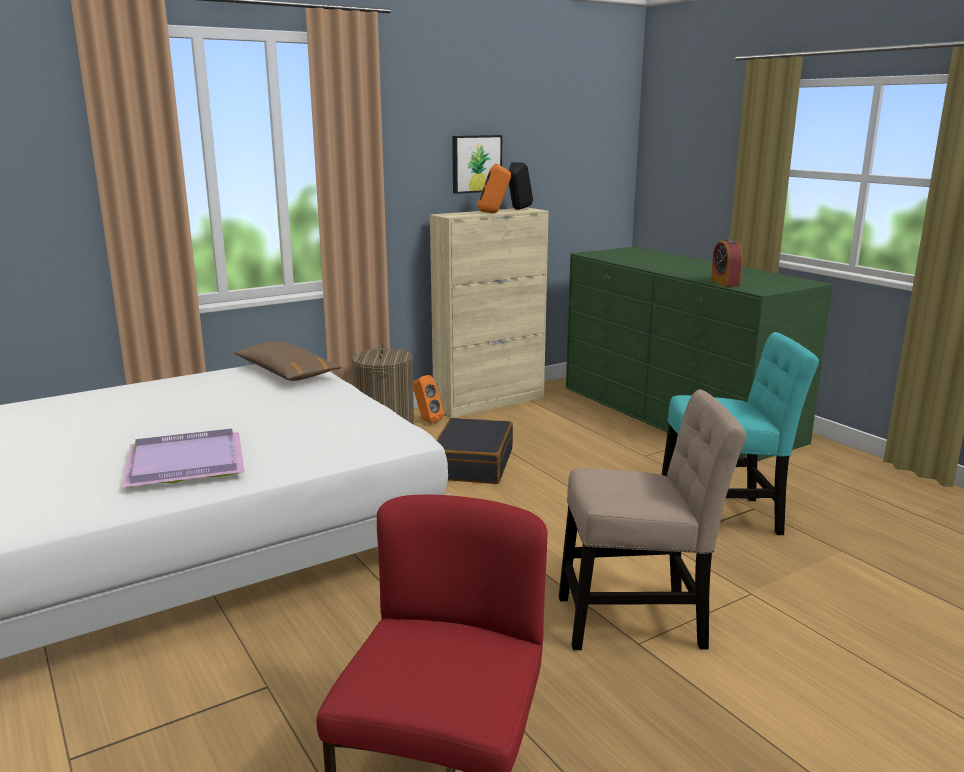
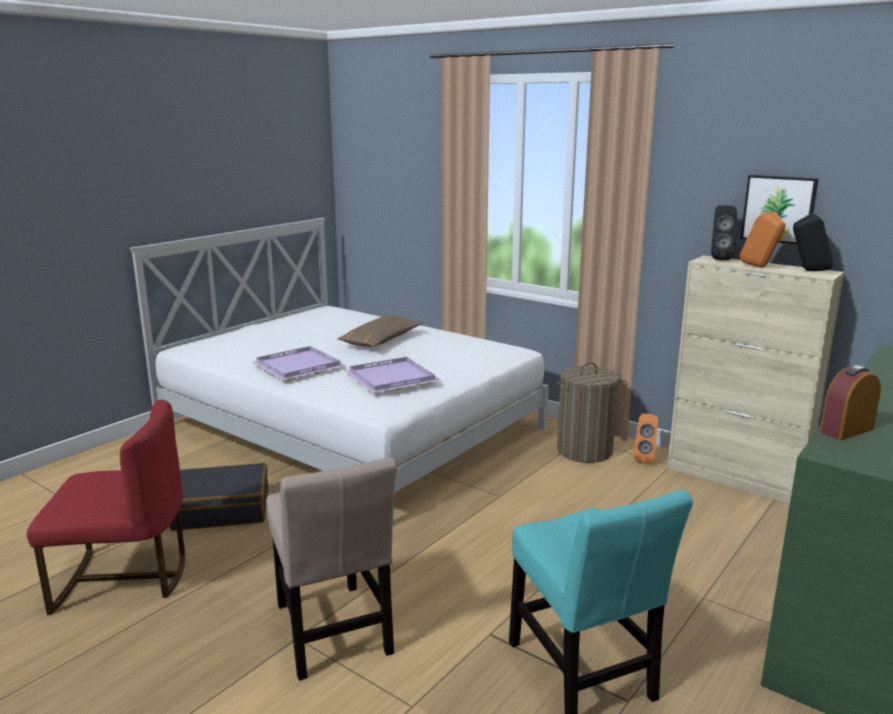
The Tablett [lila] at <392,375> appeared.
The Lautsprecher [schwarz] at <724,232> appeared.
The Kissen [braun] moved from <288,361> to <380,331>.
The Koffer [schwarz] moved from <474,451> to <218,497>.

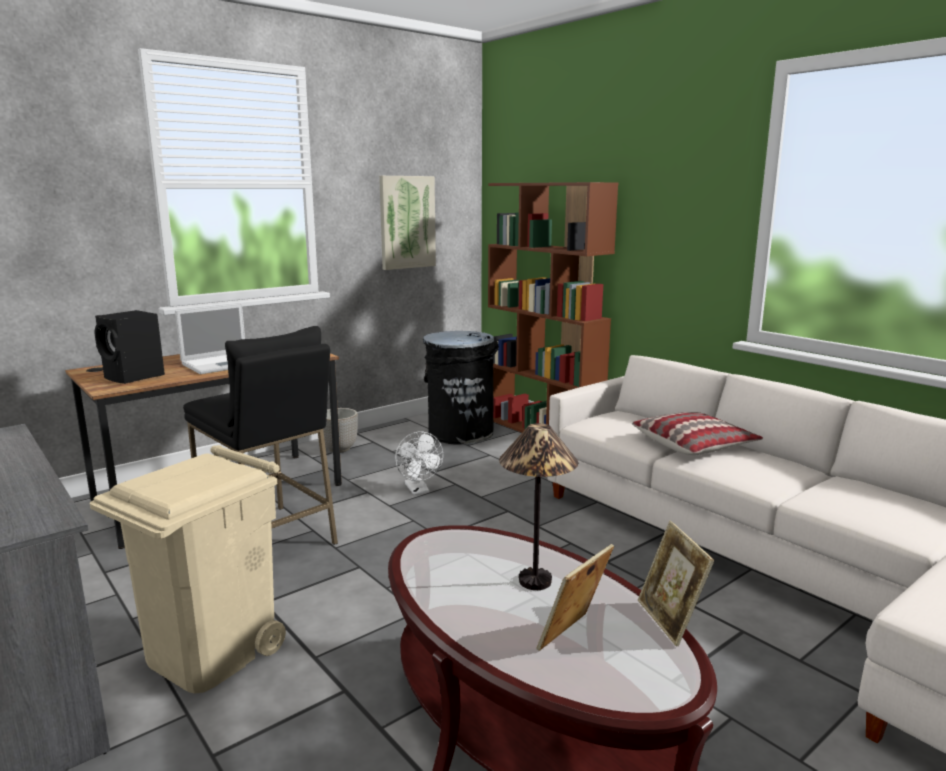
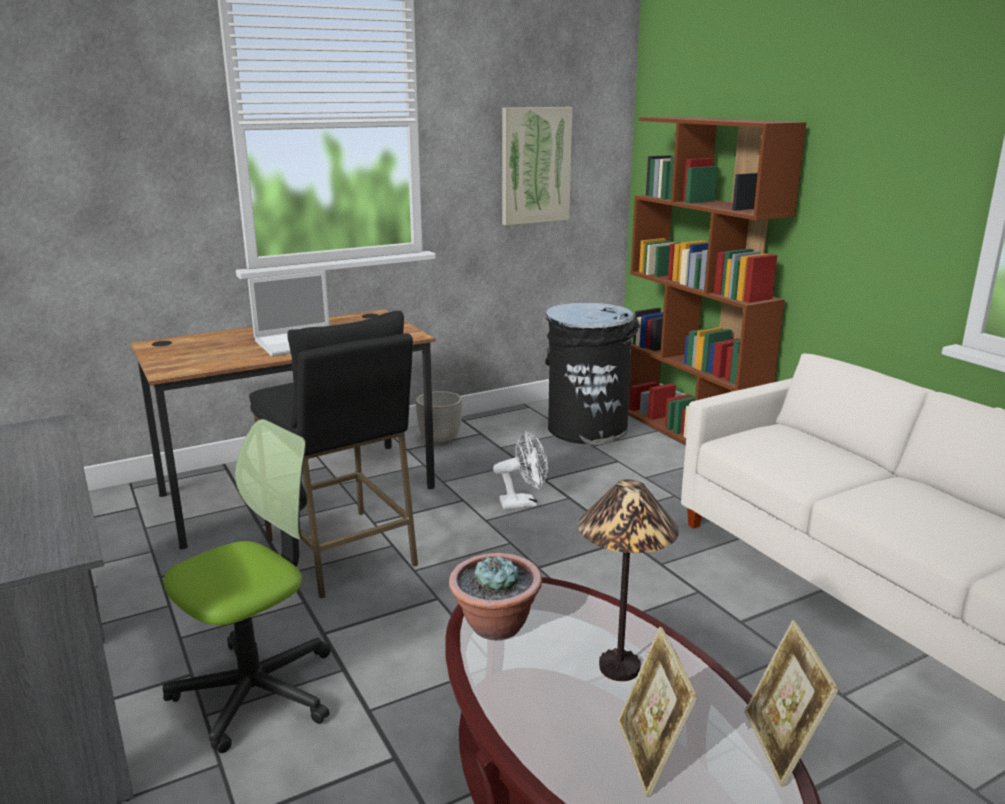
The Lautsprecher [schwarz] at <129,347> disappeared.
The Kissen at <697,433> disappeared.
The Topfpflanze at <495,596> appeared.
The Mülleimer [beige] at <188,569> was replaced by the Bürostuhl at <247,586>.
The Ventilator [weiß] at <419,463> turned 90 degrees counterclockwise.
The Bilderrahmen at <575,597> turned 60 degrees counterclockwise.

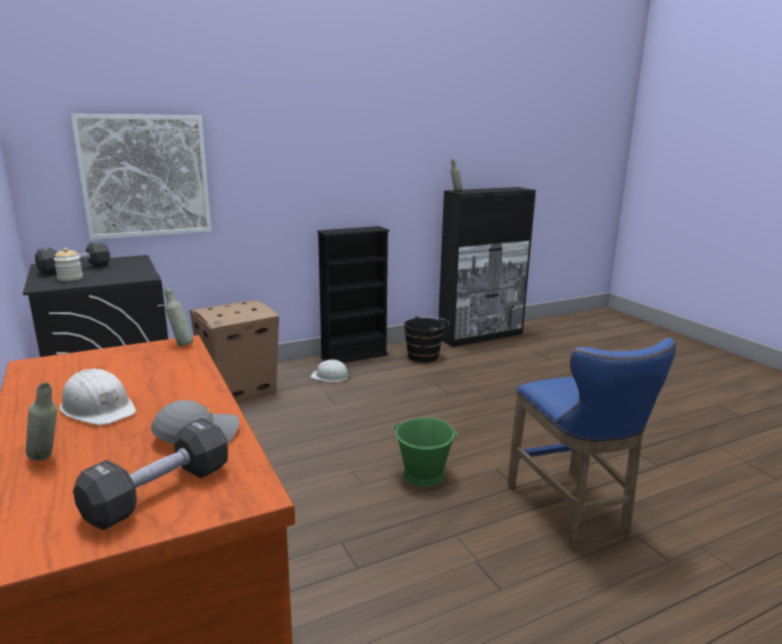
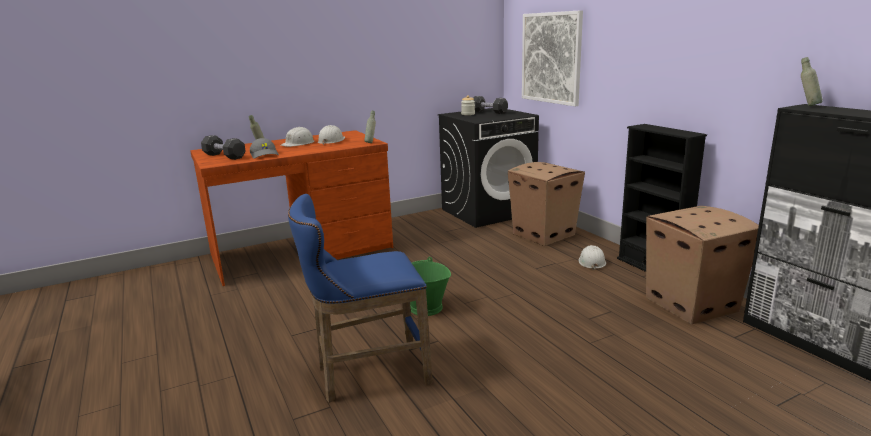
The Schutzhelm [weiß] at <331,135> appeared.
The Eimer [schwarz] at <426,339> was replaced by the Karton at <702,265>.

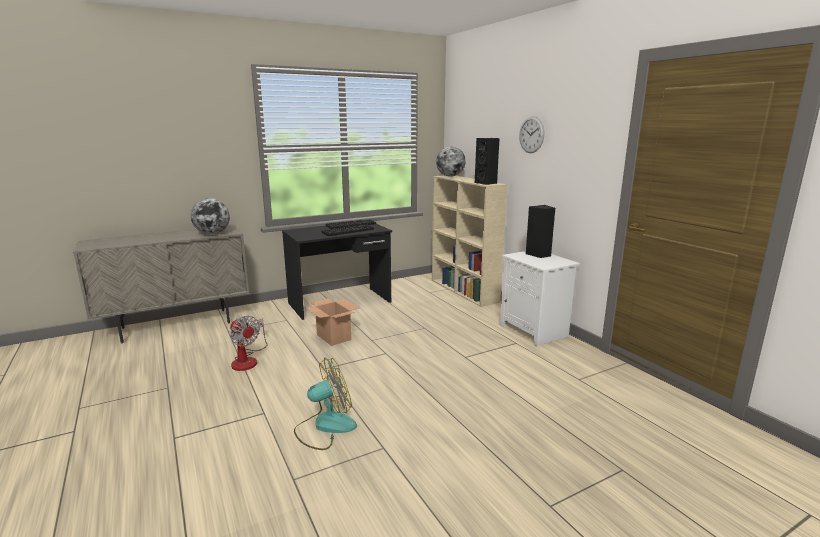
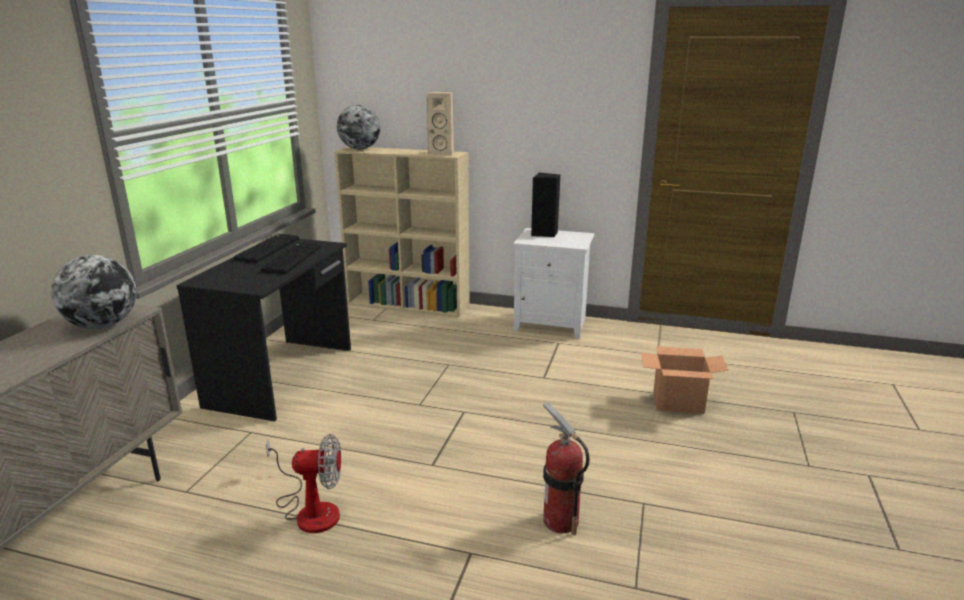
The Wanduhr at <531,134> disappeared.
The Karton moved from <332,322> to <685,380>.
The Ventilator at <325,403> was replaced by the Feuerlöscher at <566,469>.
The Lautsprecher [schwarz] at <487,161> became the Lautsprecher [beige] at <440,123>.

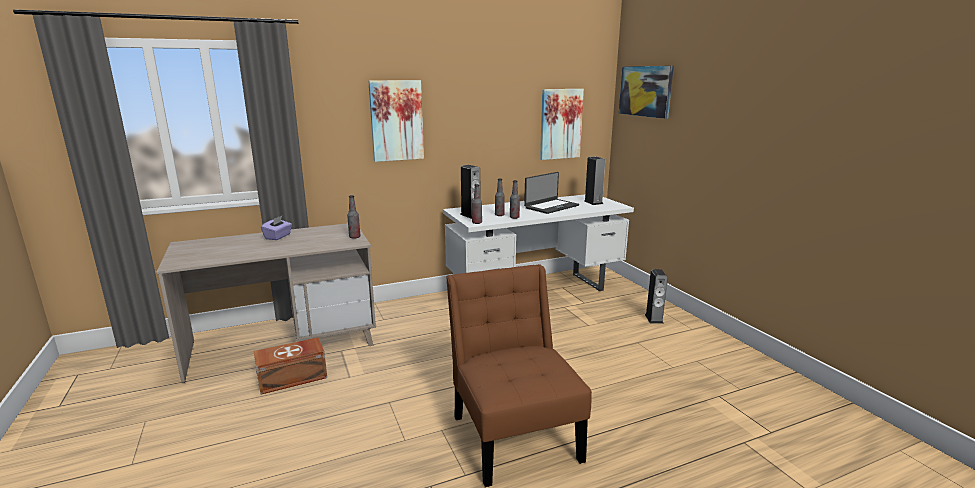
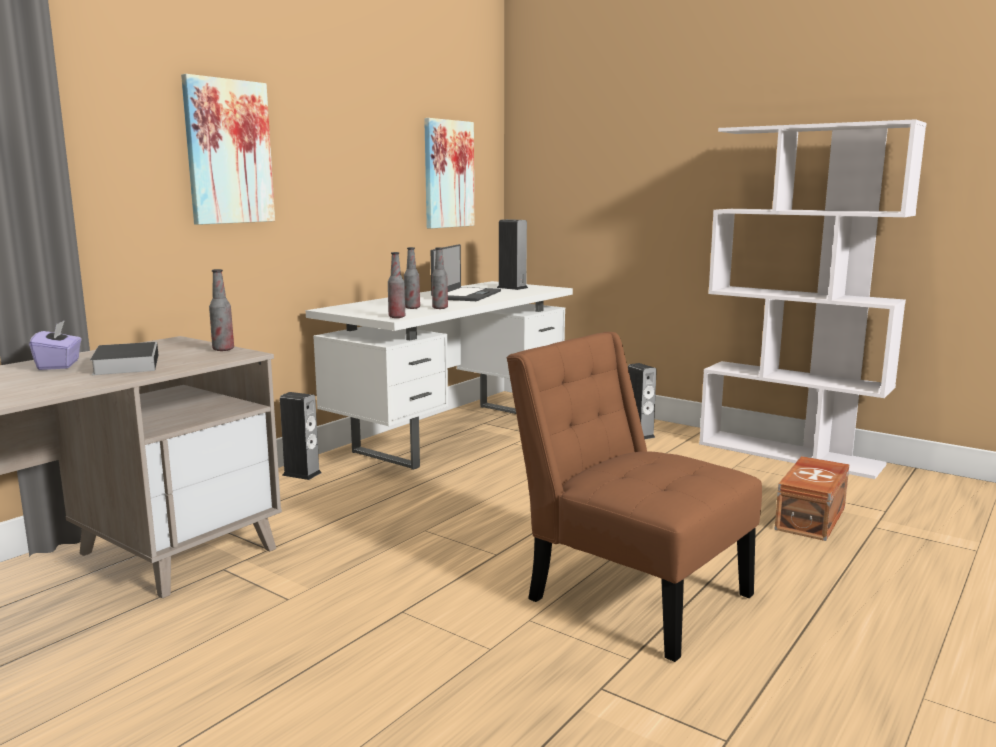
The Bild at <646,92> disappeared.
The Buch at <124,358> appeared.
The Bücherregal [weiß] at <813,299> appeared.
The Aufbewahrungsbox [braun] moved from <290,366> to <812,498>.
The Lautsprecher moved from <470,192> to <301,436>.

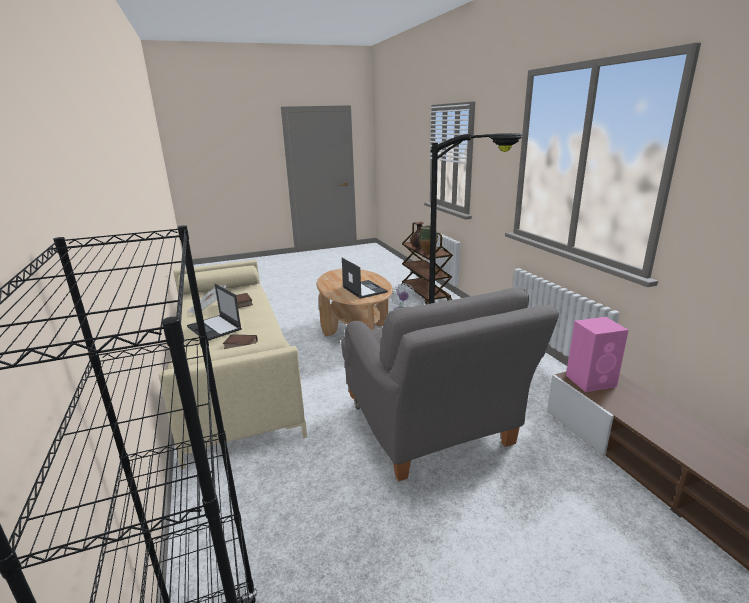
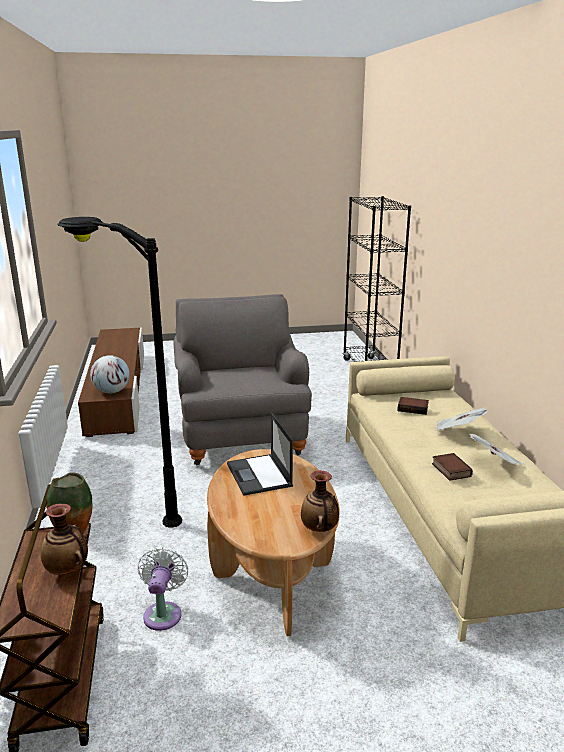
The Vase at <320,501> appeared.
The Laptop at <214,312> was replaced by the Zeitung at <461,419>.
The Lautsprecher [rosa] at <597,354> was replaced by the Globus at <110,374>.

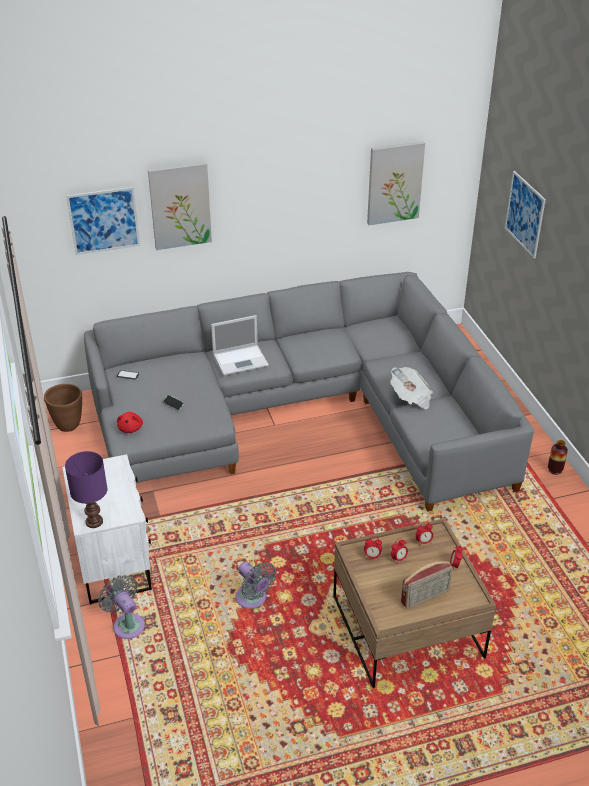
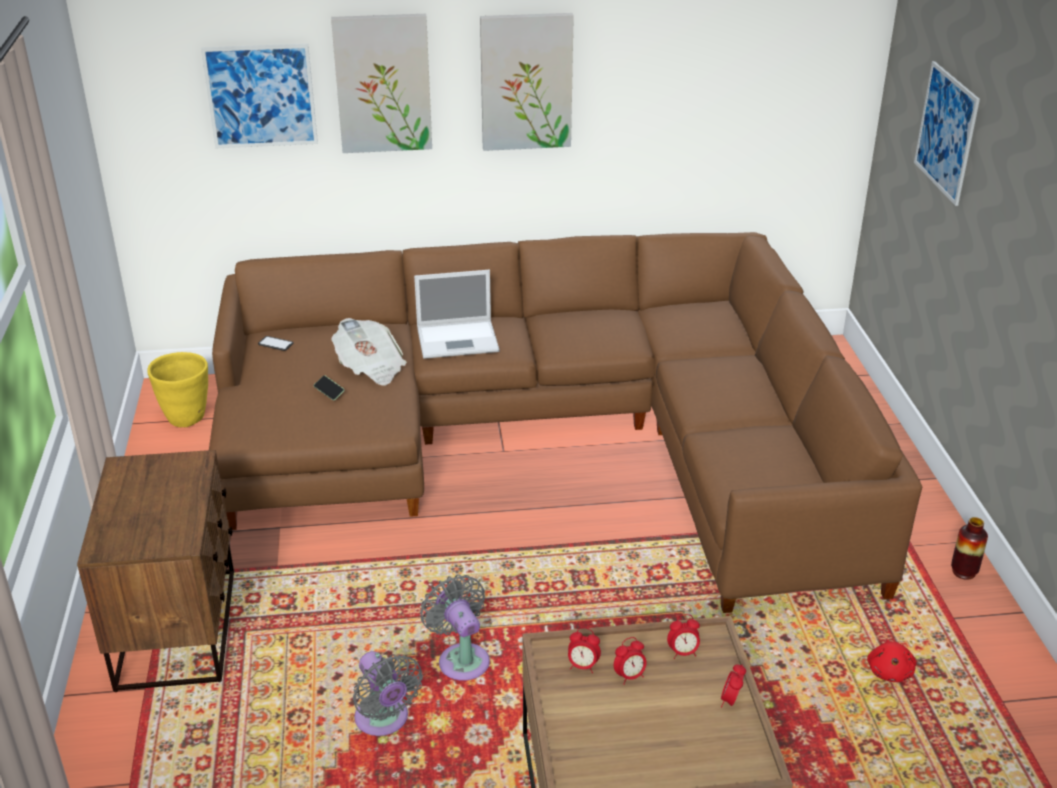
The Tischlampe [lila] at <86,489> disappeared.
The Radio at <427,585> disappeared.
The Ventilator [grau] moved from <121,607> to <455,627>.
The Plüschtier [rot] moved from <130,422> to <891,661>.
The Bild moved from <396,183> to <527,82>.
The Zeitung moved from <411,388> to <369,352>.
The Pflanzkübel [braun] at <63,408> became the Pflanzkübel [gelb] at <177,389>.
The Nachttisch [weiß] at <107,529> became the Nachttisch [braun] at <155,571>.
The Sofa [grau] at <309,392> became the Sofa [braun] at <565,422>.

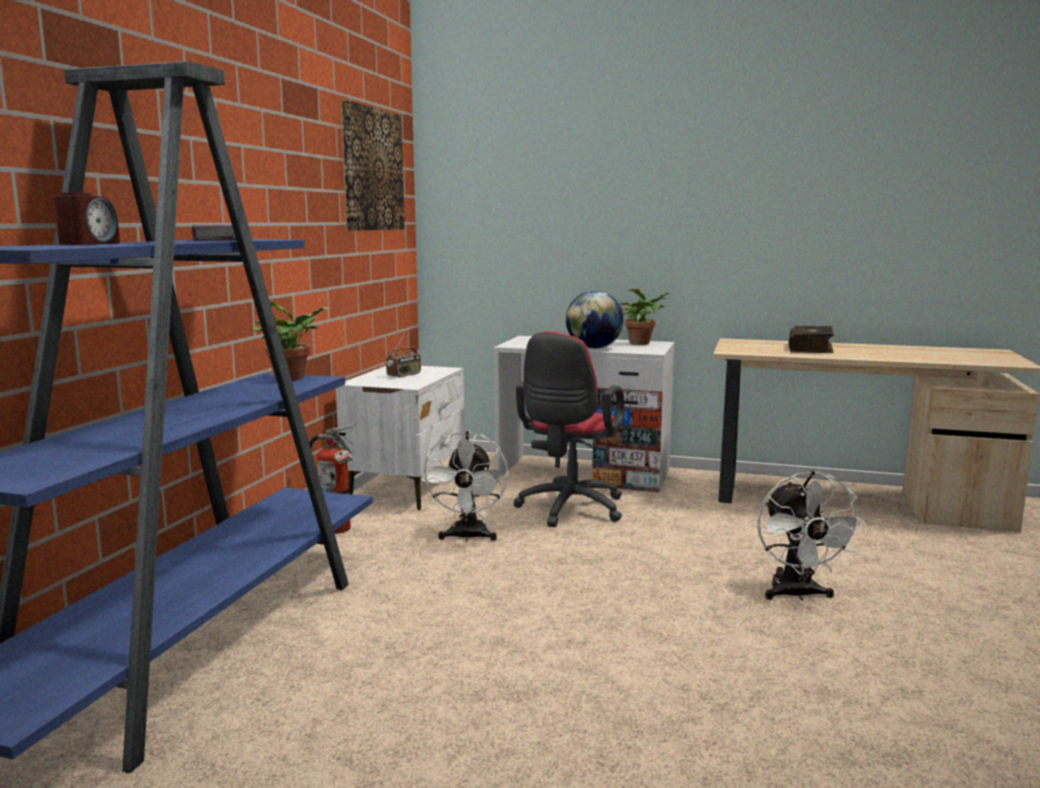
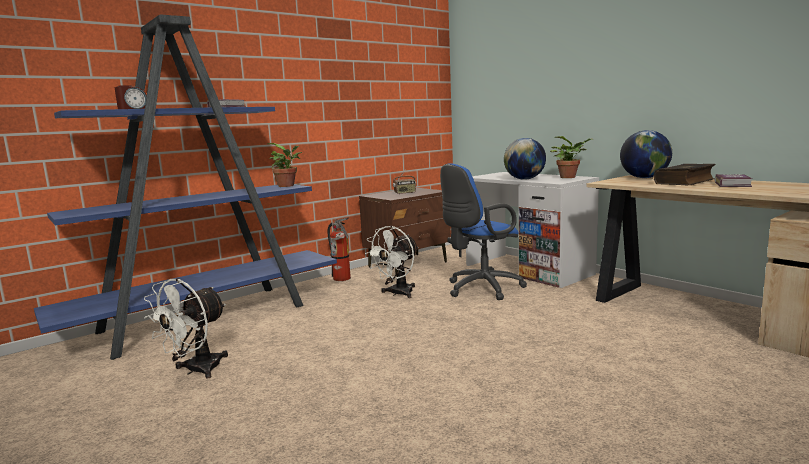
The Bild at <372,165> disappeared.
The Globus at <646,154> appeared.
The Buch at <733,180> appeared.
The Ventilator [weiß] moved from <811,536> to <186,328>.
The Nachttisch [weiß] at <400,438> became the Nachttisch [braun] at <405,232>.
The Bürostuhl [rot] at <569,429> became the Bürostuhl [blau] at <483,231>.

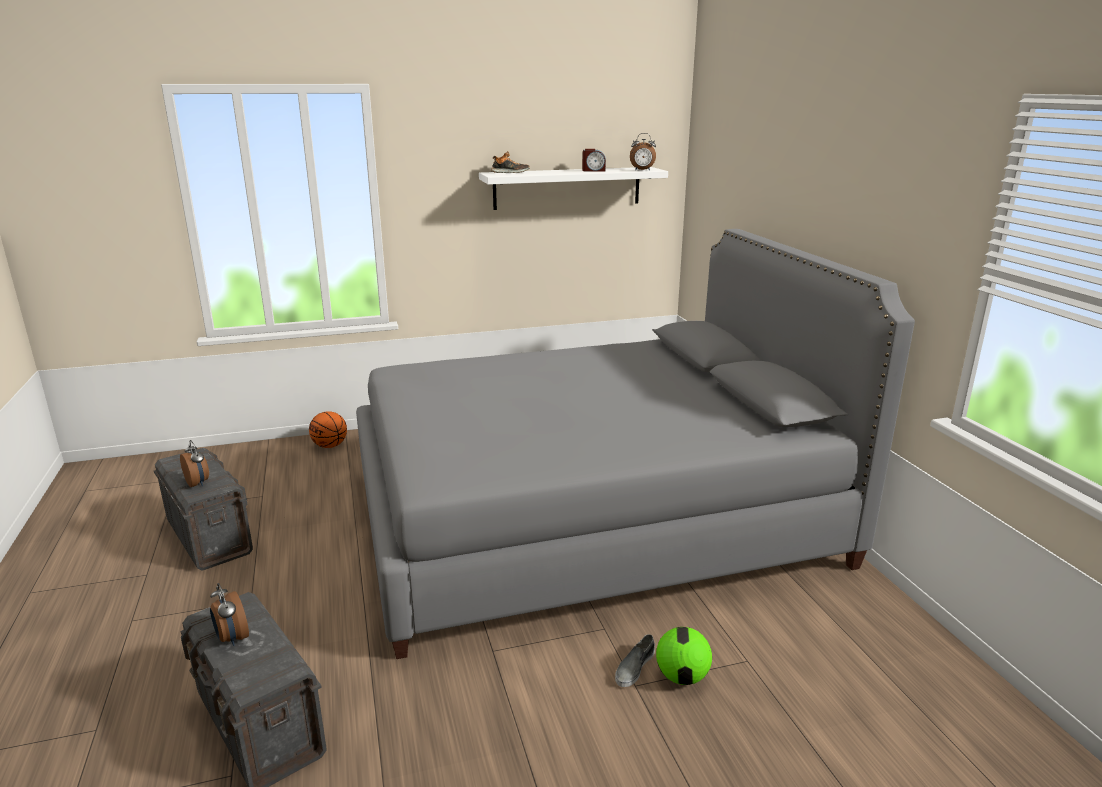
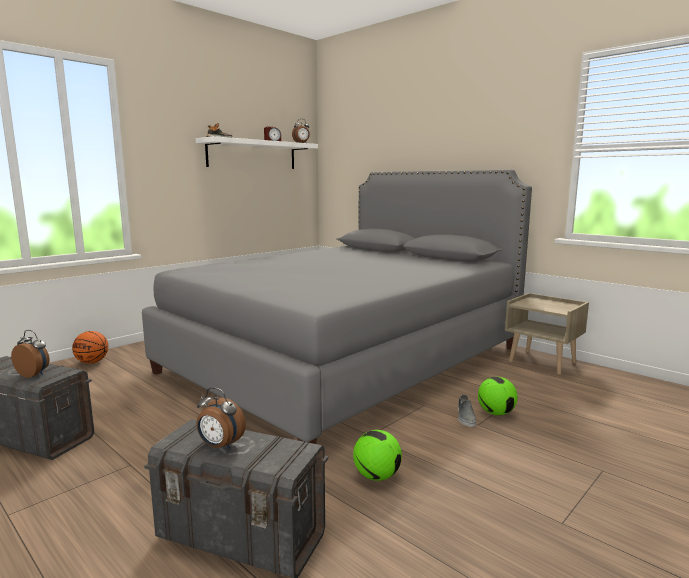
The Fußball at <377,455> appeared.
The Nachttisch [beige] at <547,334> appeared.

